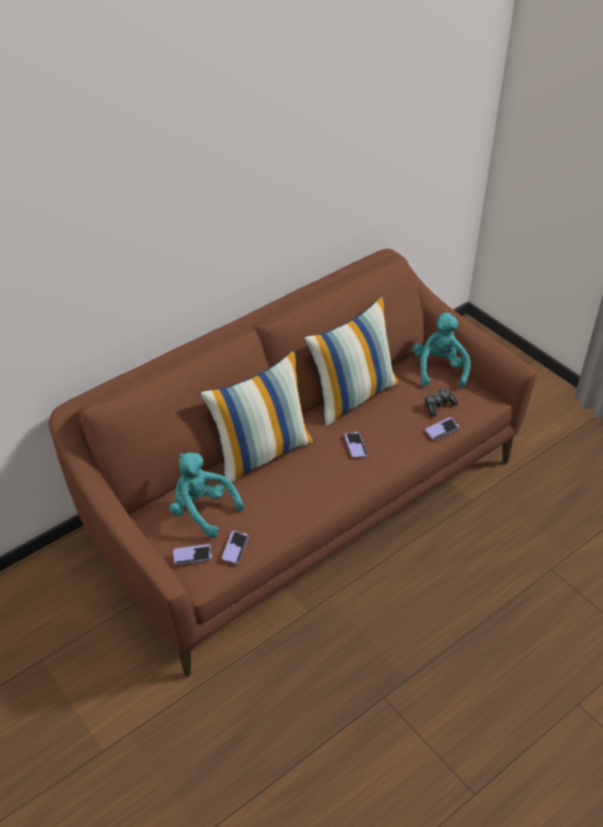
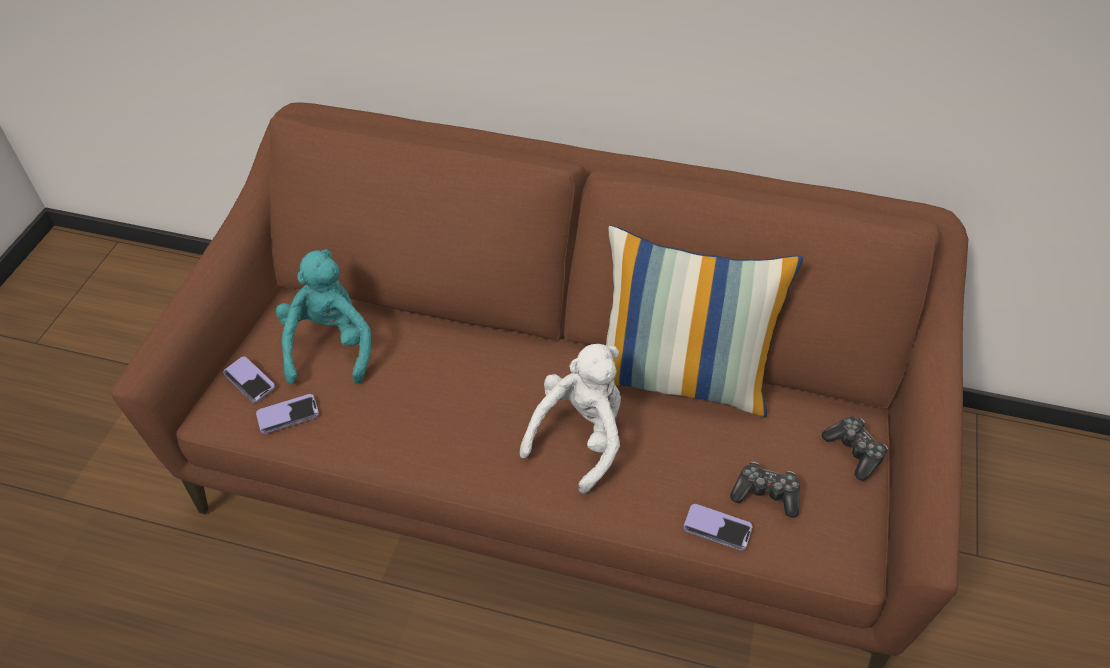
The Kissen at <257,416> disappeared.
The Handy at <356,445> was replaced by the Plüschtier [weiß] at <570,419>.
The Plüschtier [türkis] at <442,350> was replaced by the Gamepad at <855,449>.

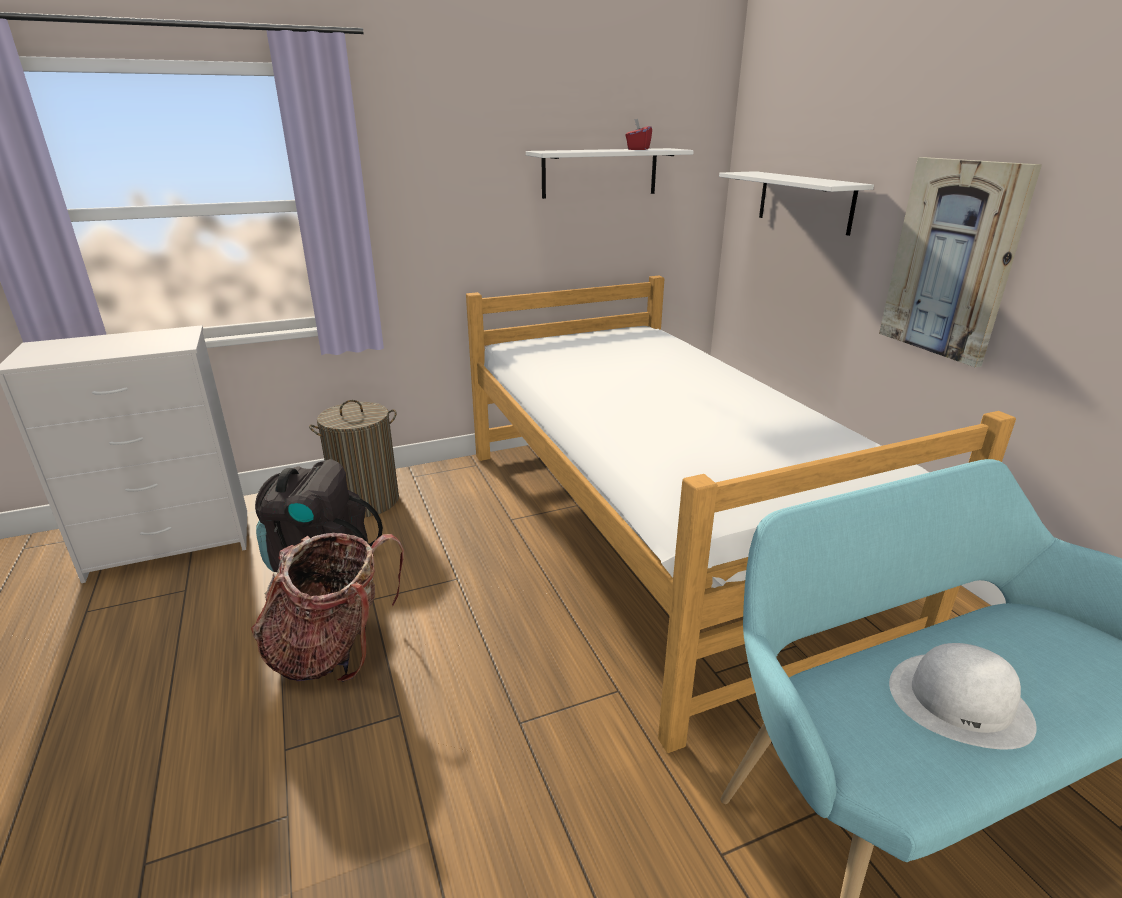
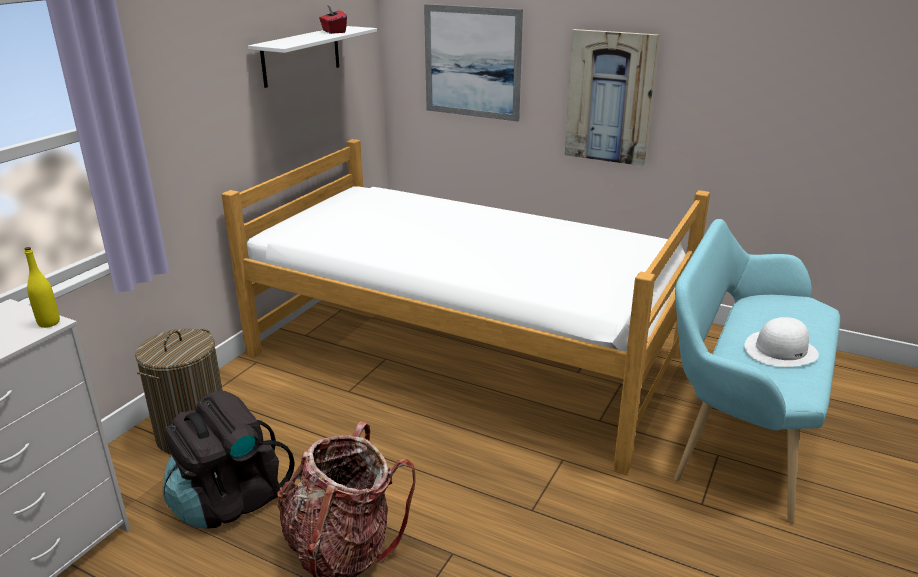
The Flasche [gelb] at <42,287> appeared.
The Wandregal [weiß] at <796,203> was replaced by the Bild at <473,62>.

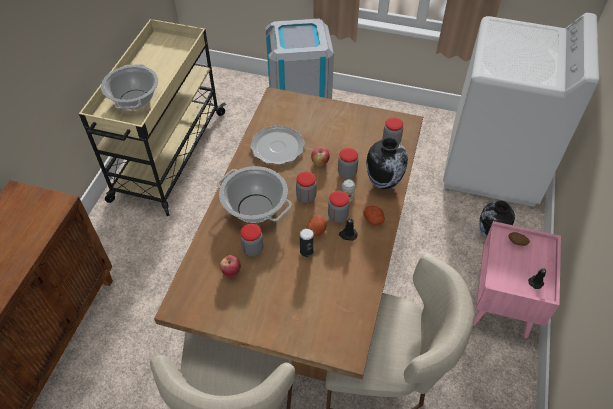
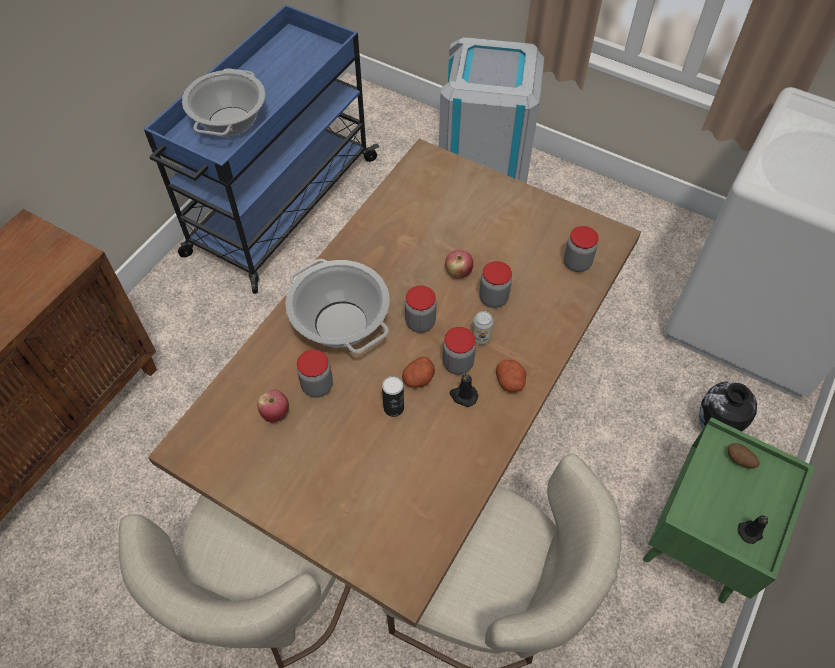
The Teller at <277,145> disappeared.
The Vase at <387,163> disappeared.
The Rollwagen [beige] at <152,117> became the Rollwagen [blau] at <261,149>.
The Nachttisch [rosa] at <517,279> became the Nachttisch [grün] at <729,510>.

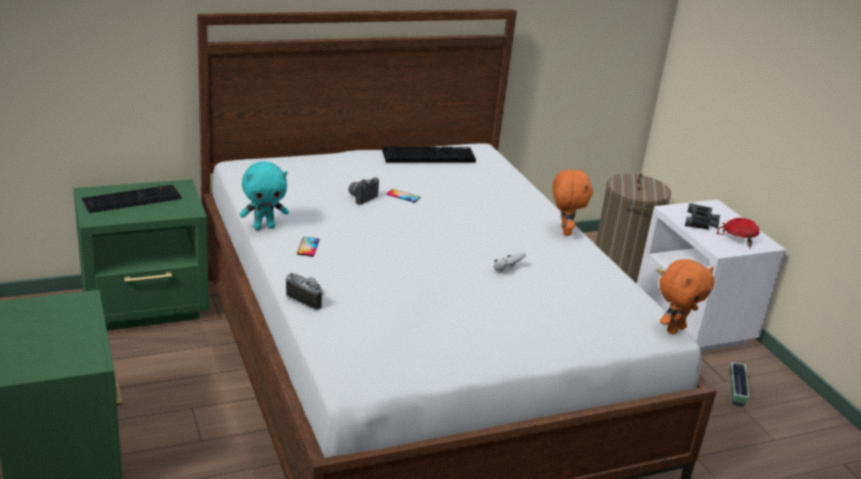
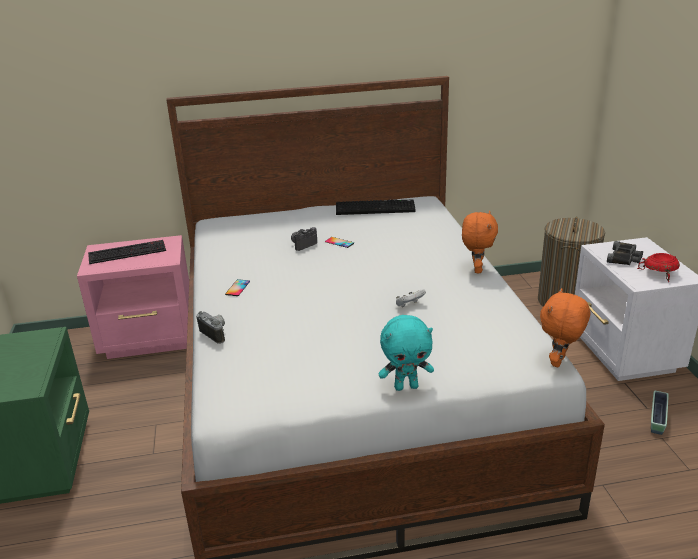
The Plüschtier [türkis] moved from <264,196> to <406,353>.
The Nachttisch [grün] at <141,254> became the Nachttisch [rosa] at <133,297>.
The Plüschtier [orange] at <686,296> turned 150 degrees clockwise.

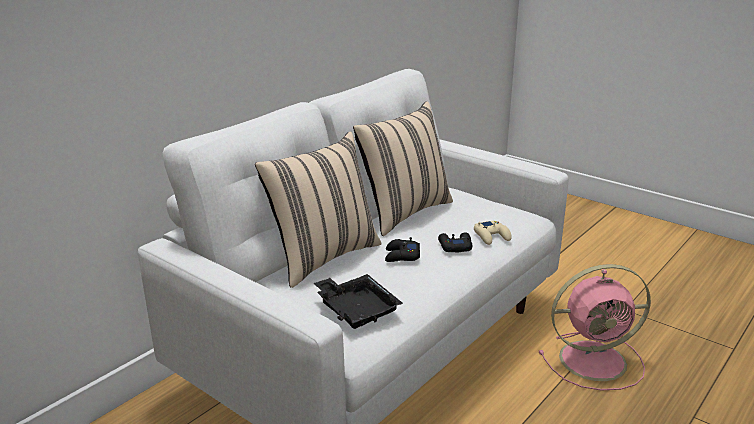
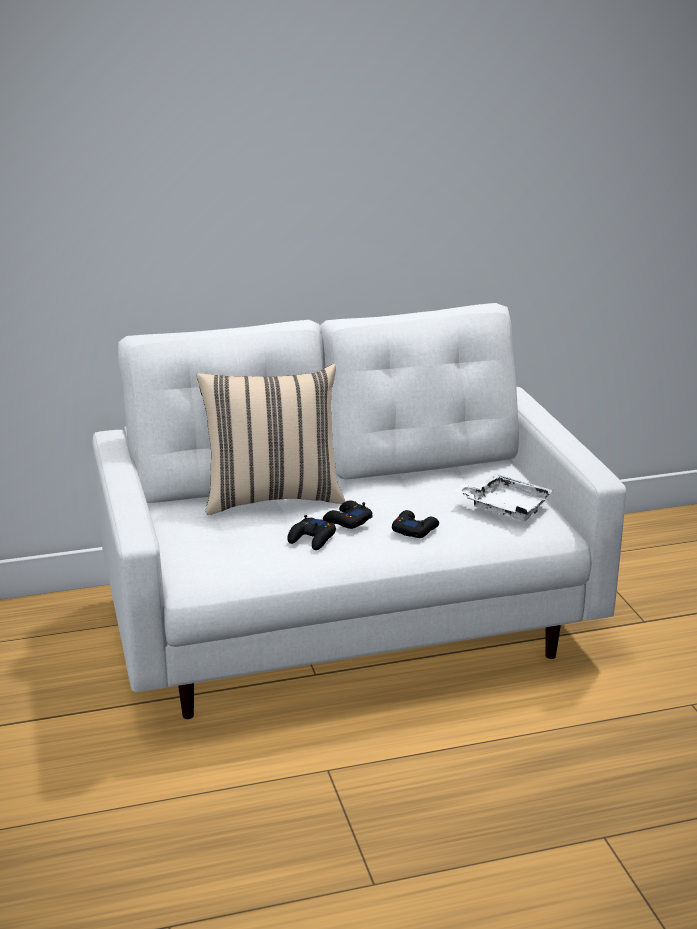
The Tablett [schwarz] at <358,301> disappeared.
The Kissen [beige] at <403,168> disappeared.
The Gamepad [beige] at <493,232> disappeared.
The Ventilator [rosa] at <595,327> disappeared.
The Gamepad [schwarz] at <311,532> appeared.
The Tablett [weiß] at <504,497> appeared.

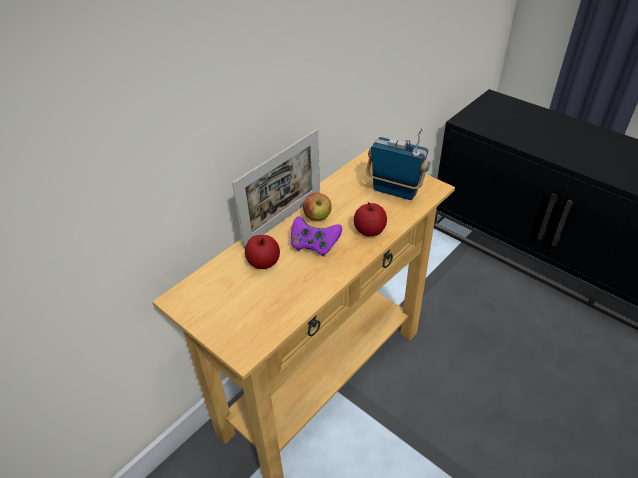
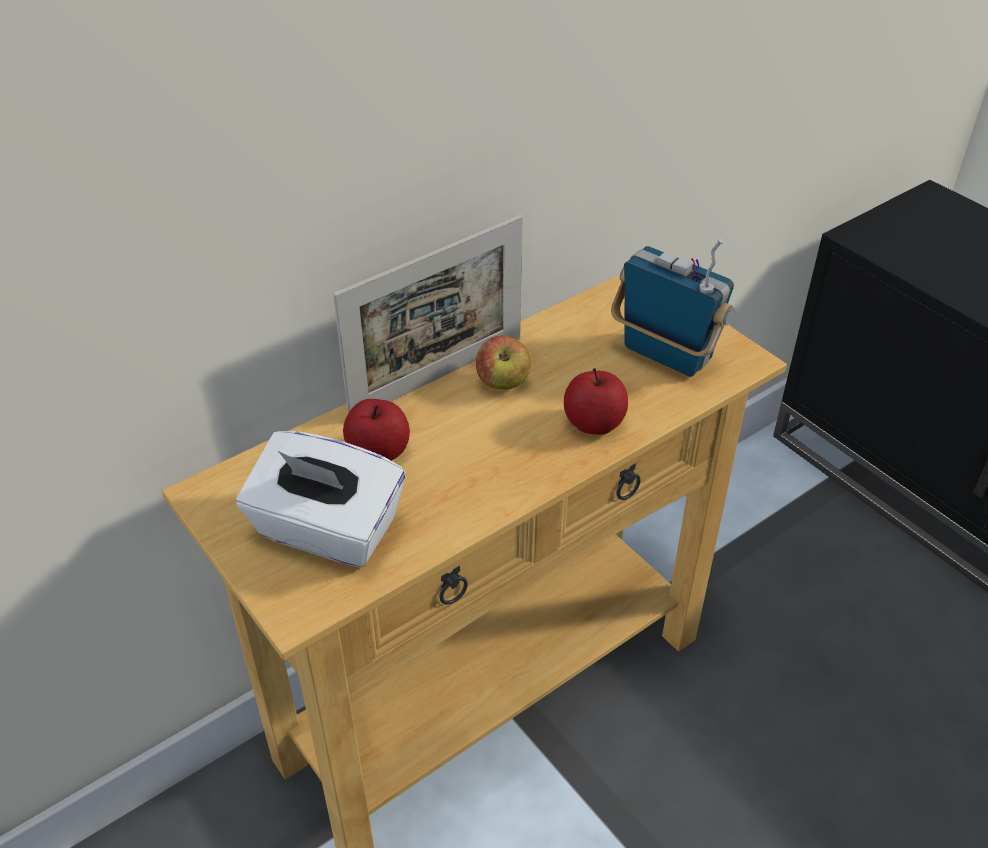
The Gamepad [lila] at <316,236> disappeared.
The Taschentuchbox [weiß] at <320,499> appeared.

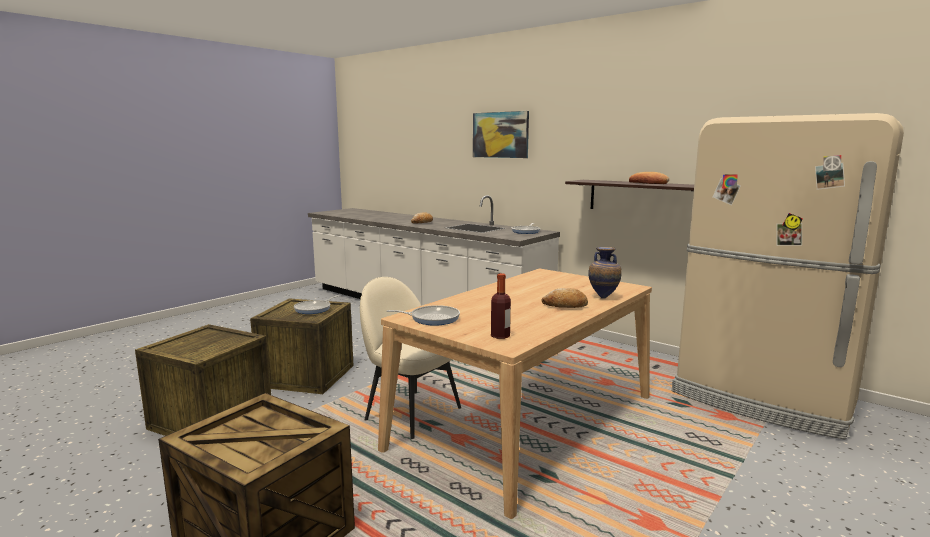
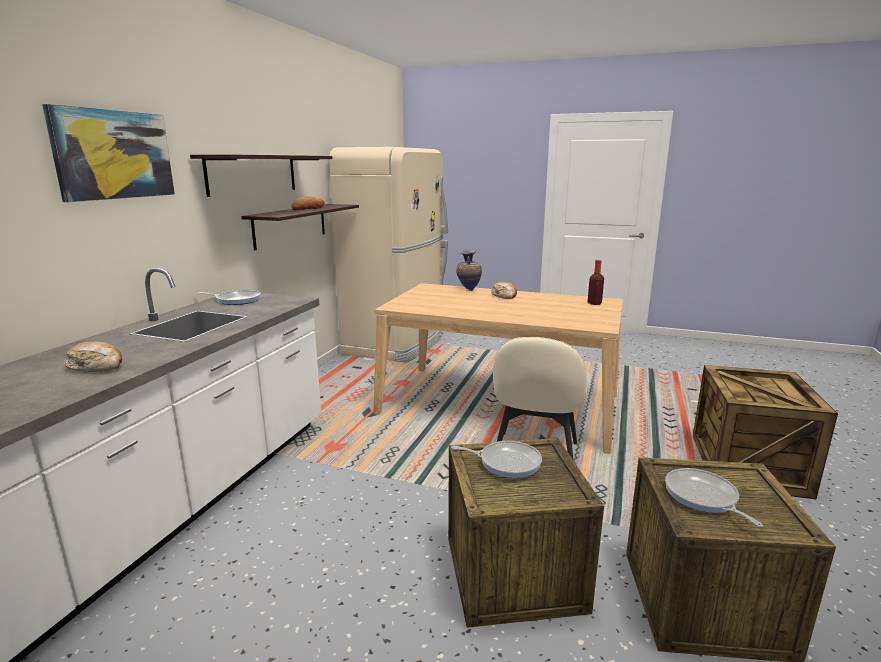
The Wandregal at <261,175> appeared.
The Pfanne moved from <423,315> to <714,497>.

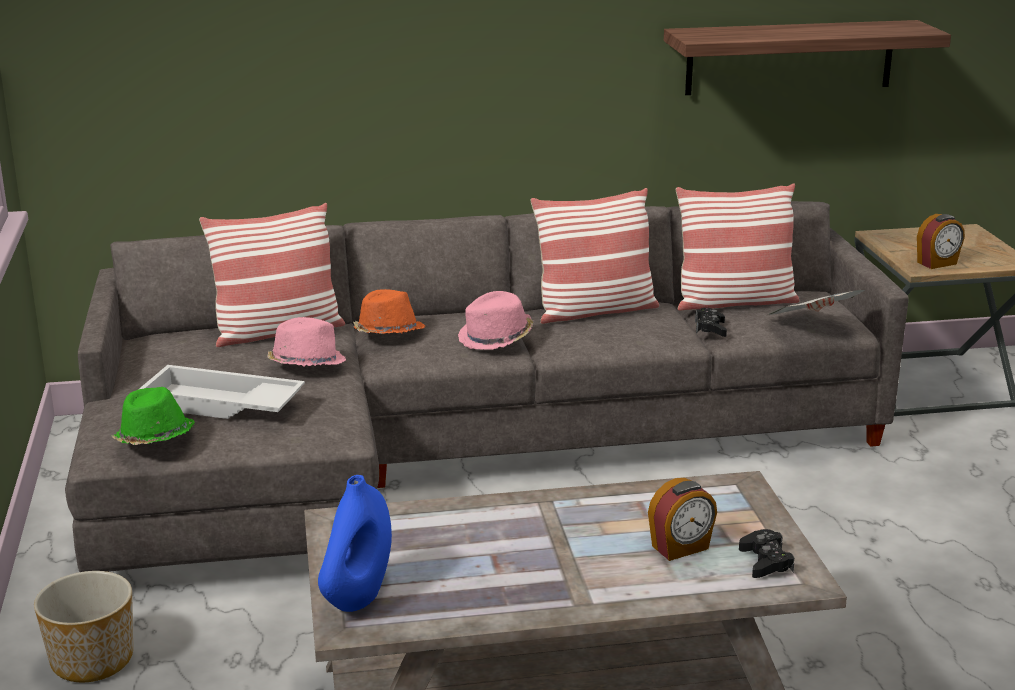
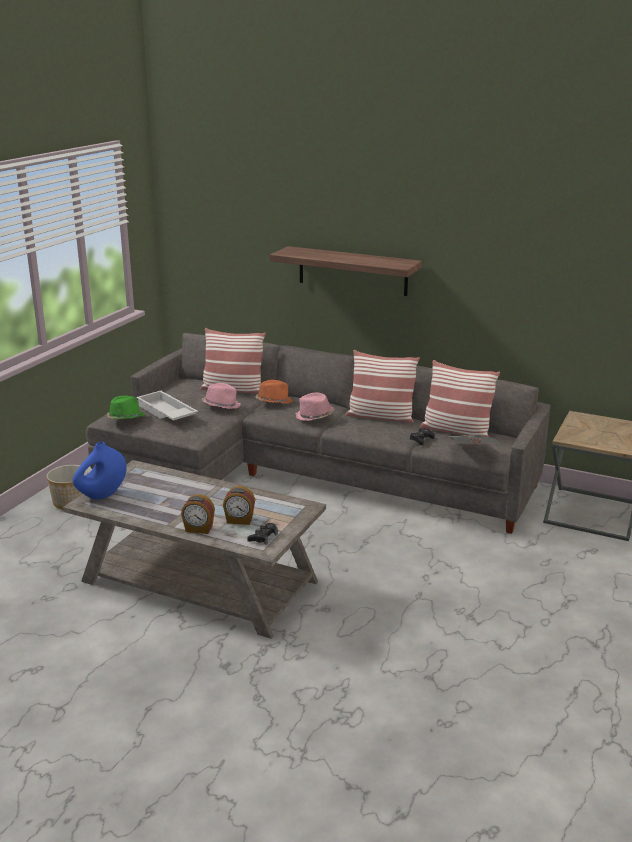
The Wandregal moved from <807,57> to <346,271>.
The Wecker moved from <941,241> to <198,514>.

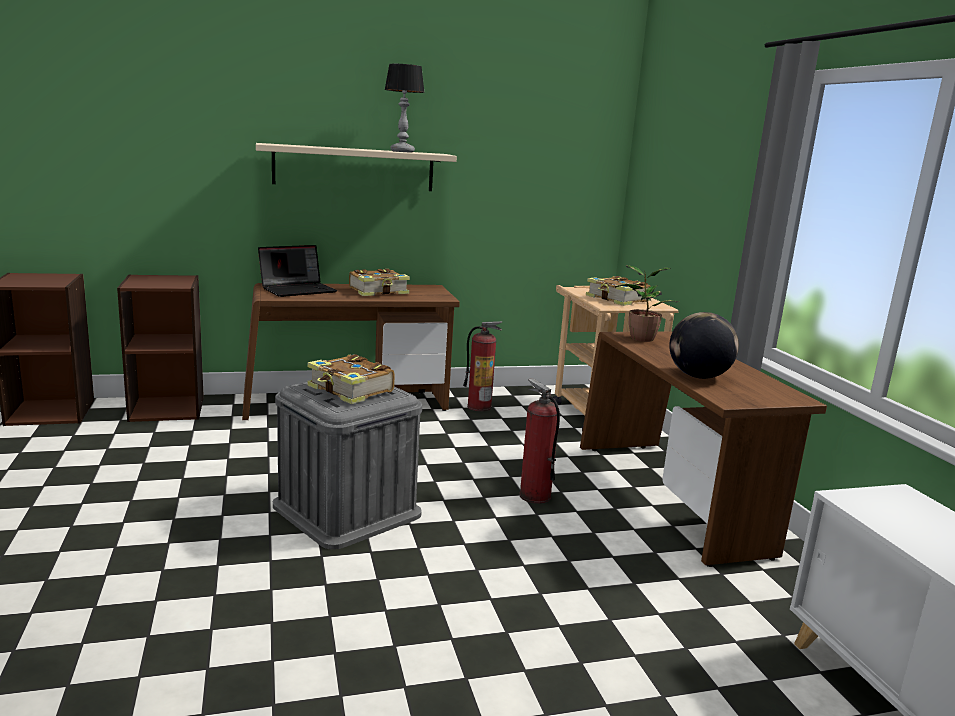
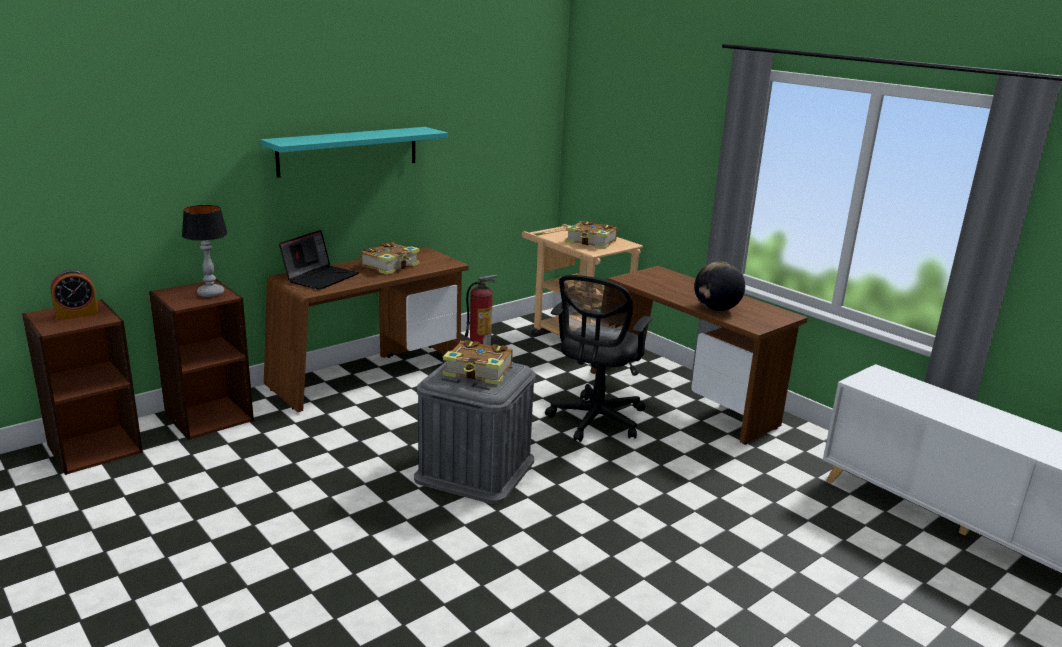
The Topfpflanze at <647,303> disappeared.
The Wecker at <75,294> appeared.
The Tischlampe moved from <404,108> to <205,251>.
The Feuerlöscher at <539,441> was replaced by the Bürostuhl [schwarz] at <599,358>.
The Wandregal [beige] at <356,167> became the Wandregal [türkis] at <354,152>.

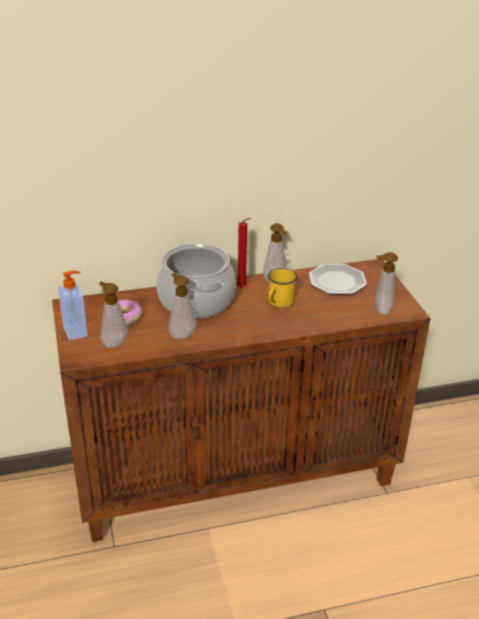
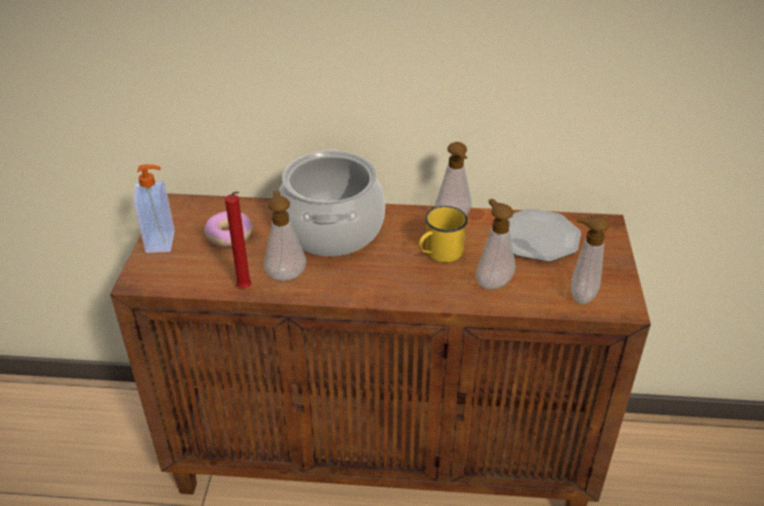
The Seifenspender moved from <113,314> to <495,244>.
The Kerze [rot] moved from <244,253> to <238,239>.

